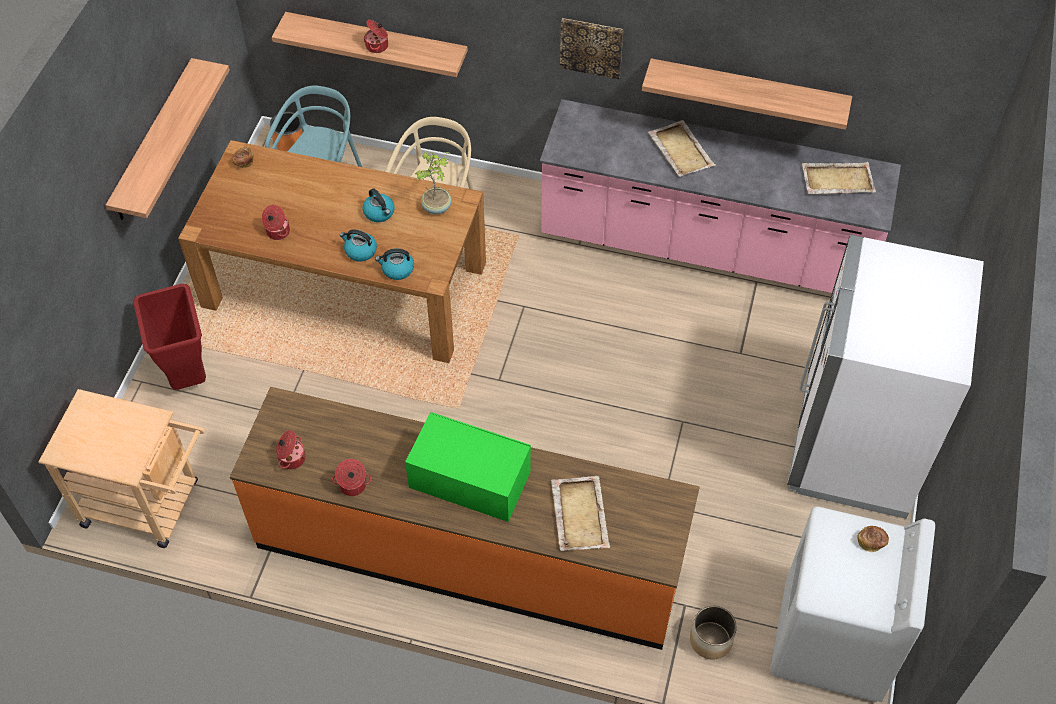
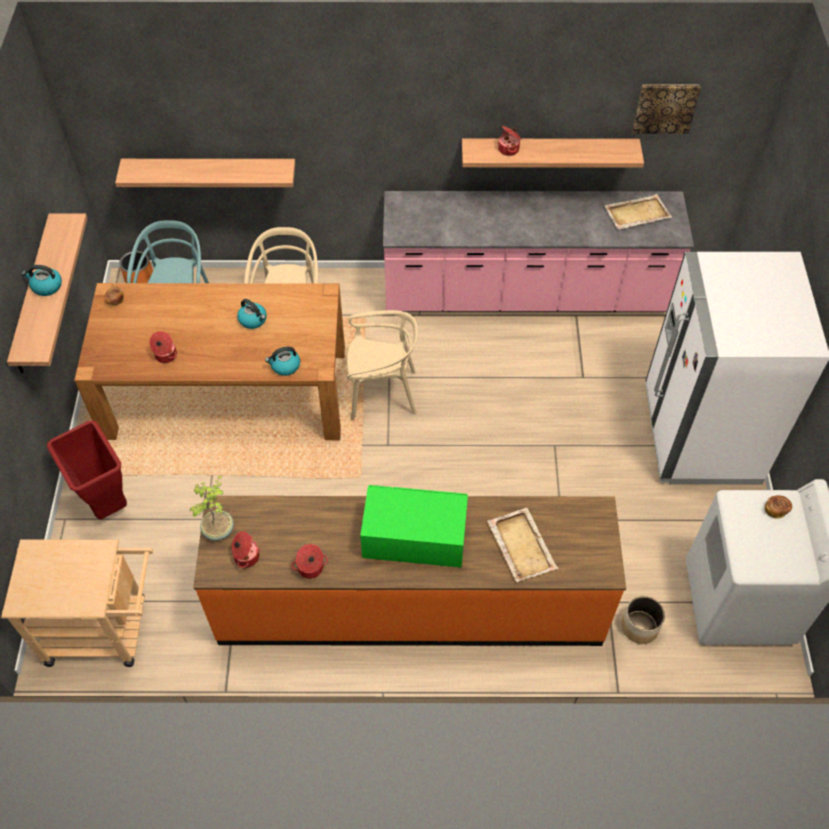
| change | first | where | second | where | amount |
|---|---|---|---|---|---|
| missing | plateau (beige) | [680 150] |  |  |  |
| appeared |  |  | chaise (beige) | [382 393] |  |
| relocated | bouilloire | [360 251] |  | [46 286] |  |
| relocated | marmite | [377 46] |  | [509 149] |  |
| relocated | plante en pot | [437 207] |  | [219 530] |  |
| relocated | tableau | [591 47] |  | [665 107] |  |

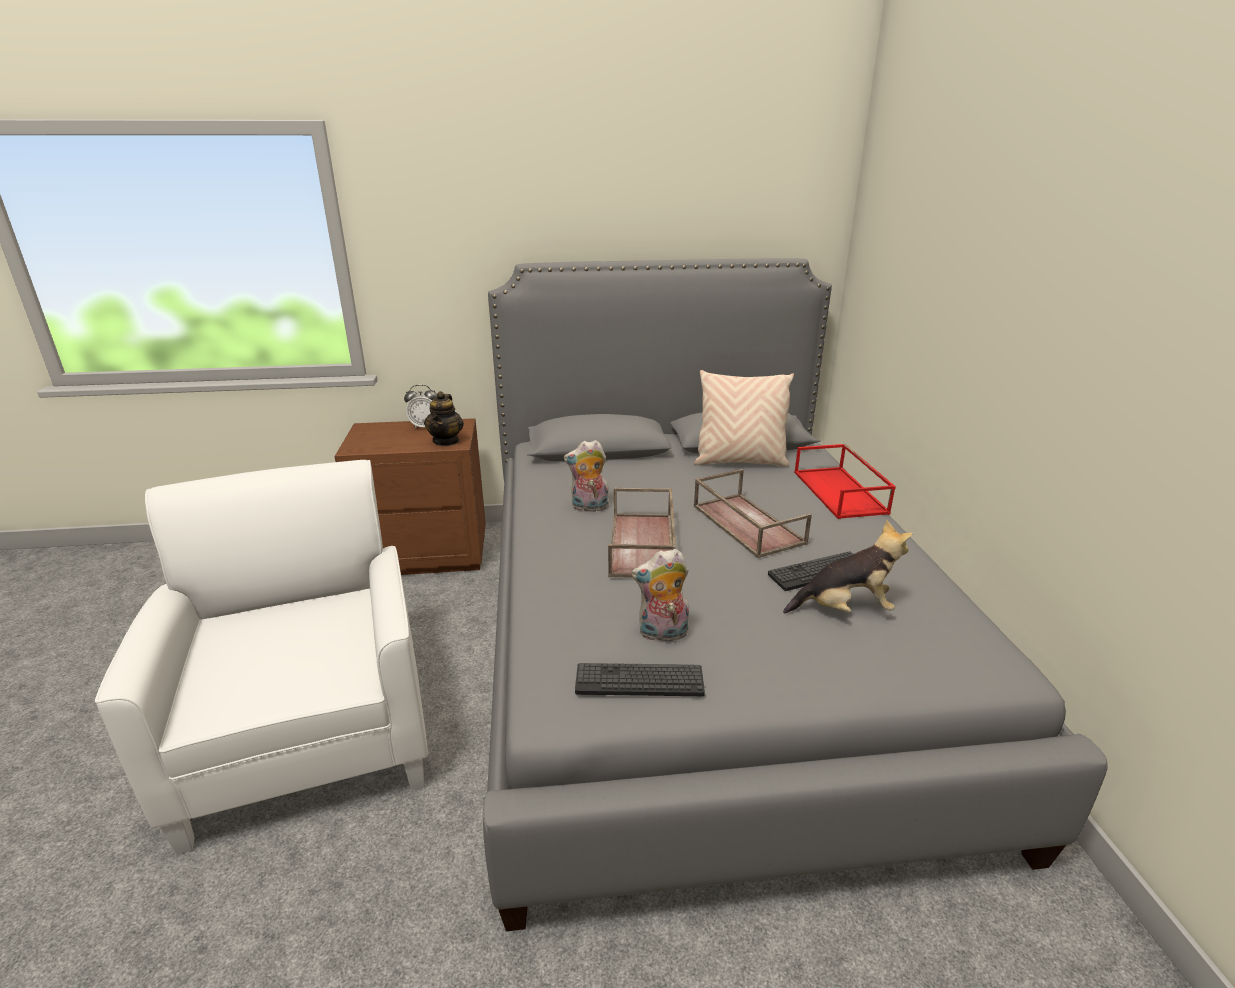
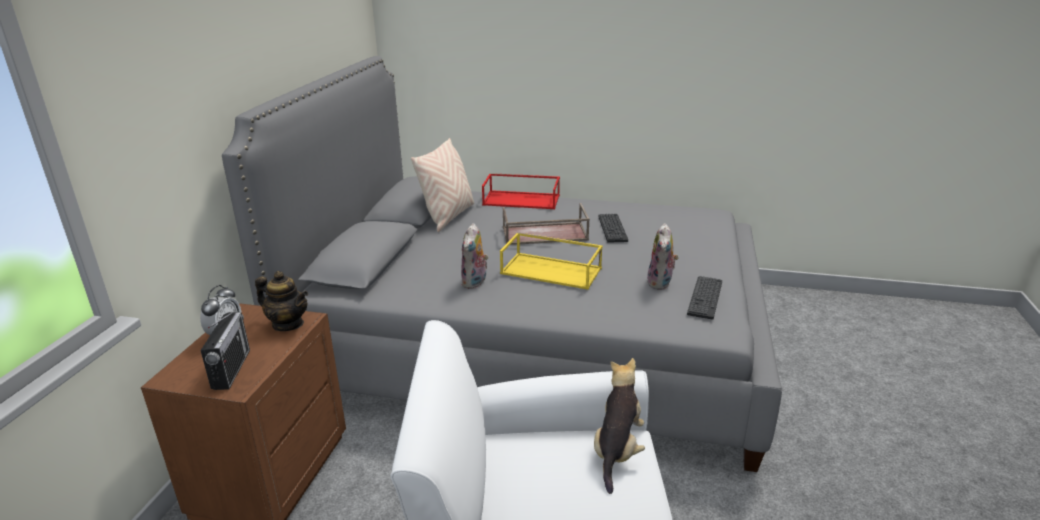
| change | first | where | second | where | amount |
|---|---|---|---|---|---|
| appeared |  |  | radio | [231 369] |  |
| relocated | peluche | [845 609] |  | [617 450] |  |
| colour | plateau (marron) | [643 545] | plateau (jaune) | [552 270] |  |

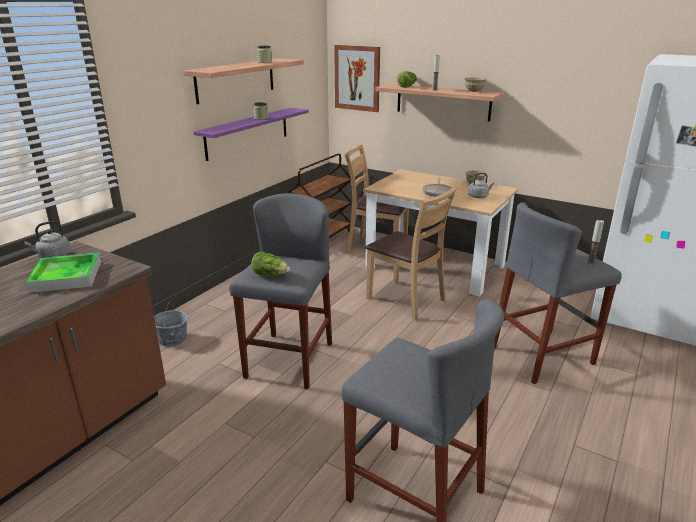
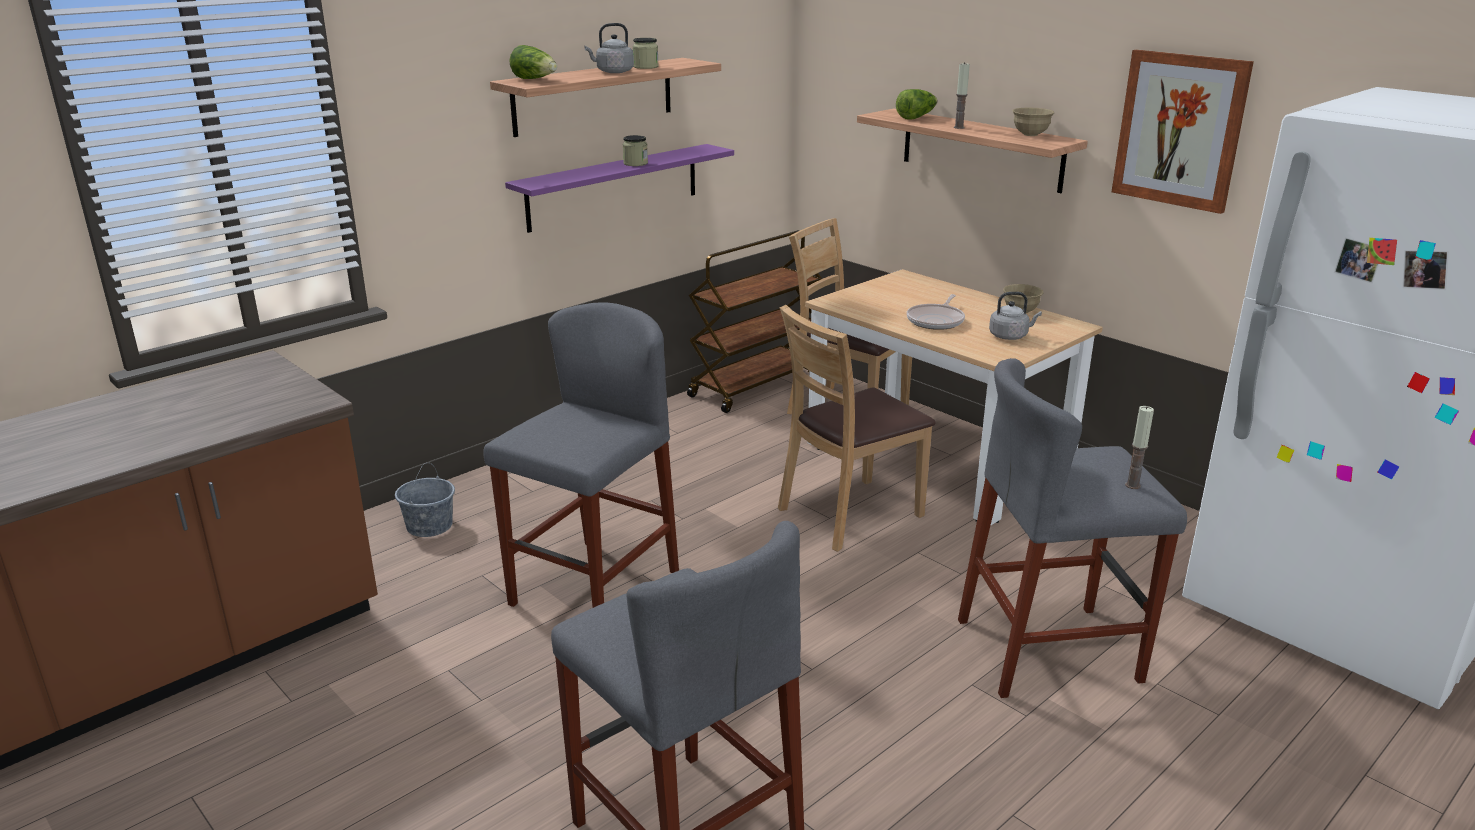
| change | first | where | second | where | amount |
|---|---|---|---|---|---|
| missing | plateau | [66 276] |  |  |  |
| relocated | bouilloire (gris) | [53 257] |  | [613 72] |  |
| relocated | laitue | [270 274] |  | [535 79] |  |
| relocated | tableau | [357 78] |  | [1180 130] |  |
| spun | chaise (marron) | [406 300] |  | [849 513] | 90 degrees clockwise |

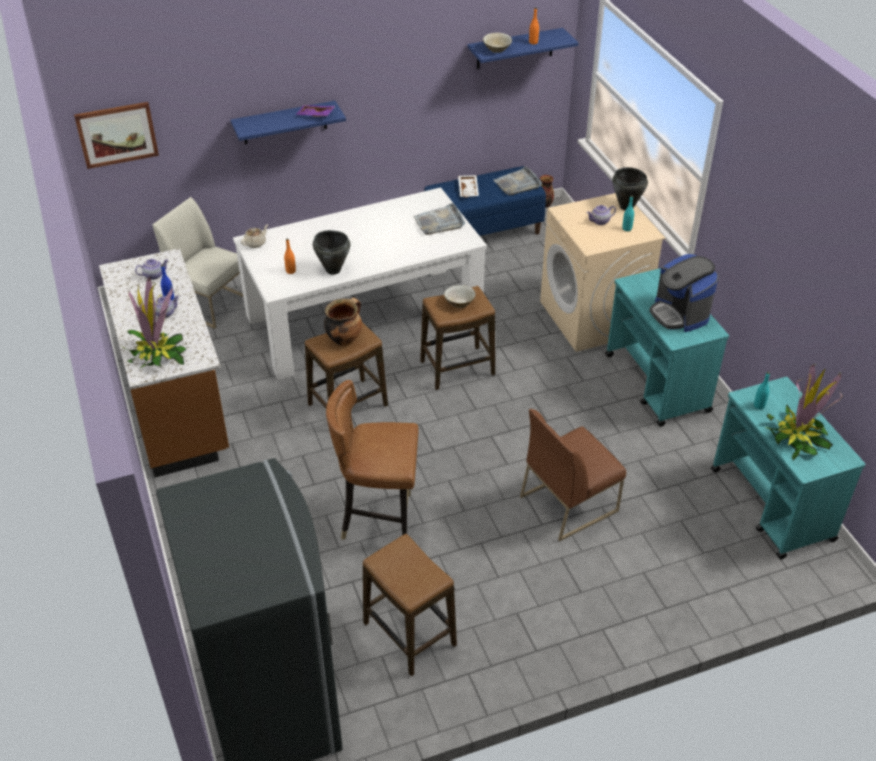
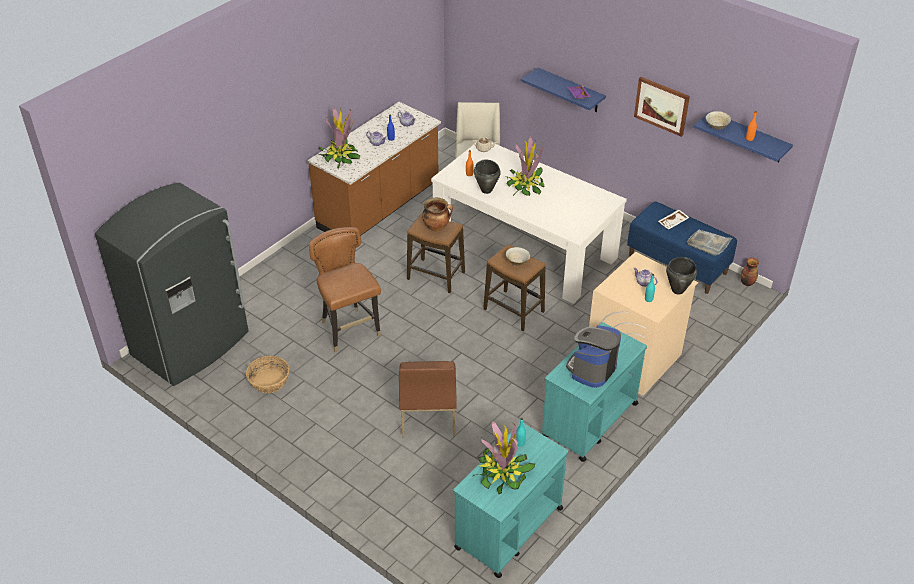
| change | first | where | second | where | amount |
|---|---|---|---|---|---|
| missing | plateau (gris) | [439 222] |  |  |  |
| appeared |  |  | plante en pot | [525 185] |  |
| relocated | tableau | [117 134] |  | [662 106] |  |
| exchanged | tabouret | [410 634] | panier | [269 381] |  |
| spun | chaise (marron) | [569 503] |  | [427 414] | 120 degrees counterclockwise |

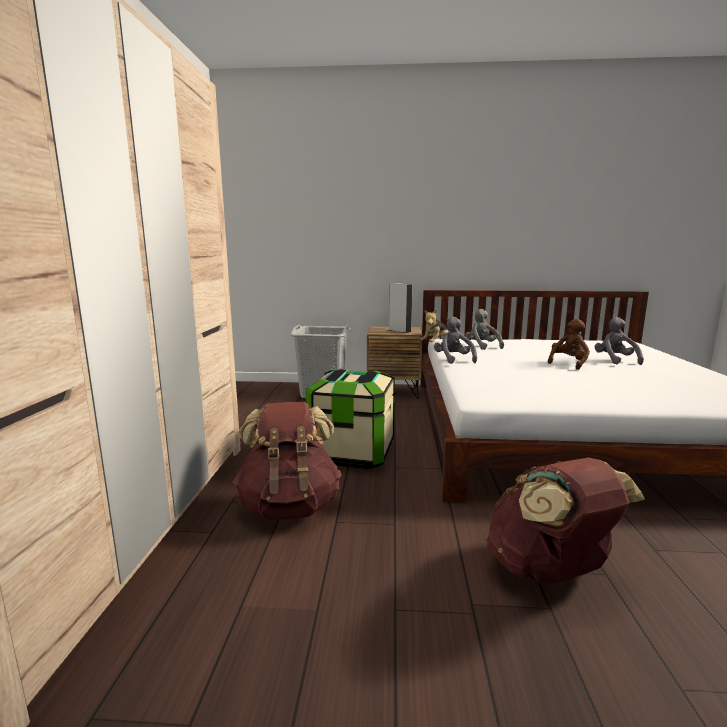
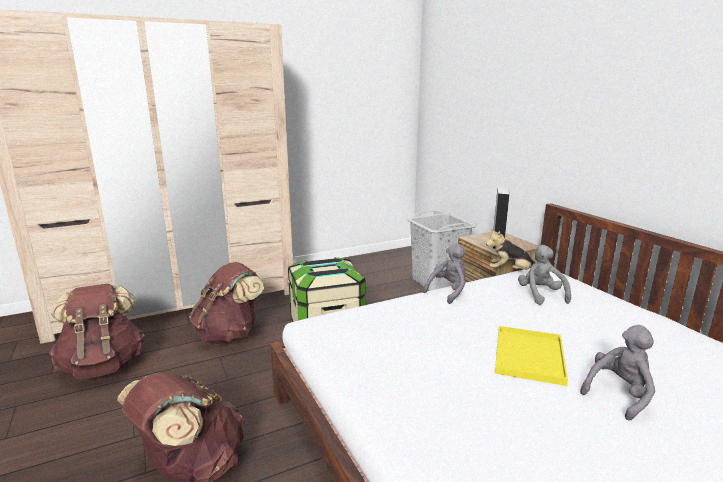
| change | first | where | second | where | amount |
|---|---|---|---|---|---|
| appeared |  |  | sac à dos (marron) | [104 365] |  |
| exchanged | peluche (marron) | [568 363] | plateau (jaune) | [530 357] |  |
| spun | peluche (gris) | [481 347] |  | [541 295] | 45 degrees counterclockwise |

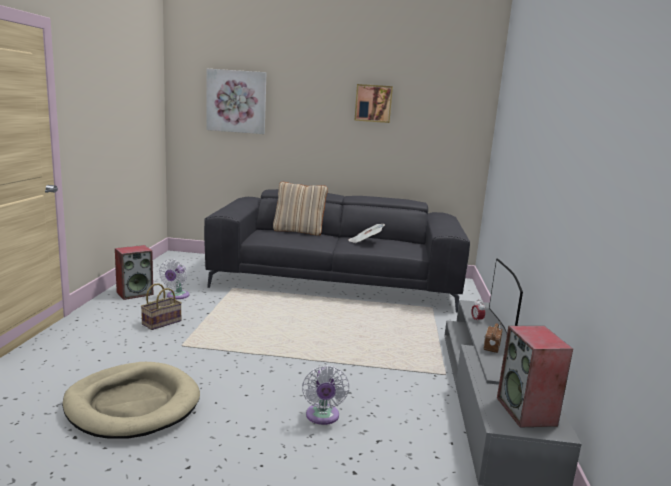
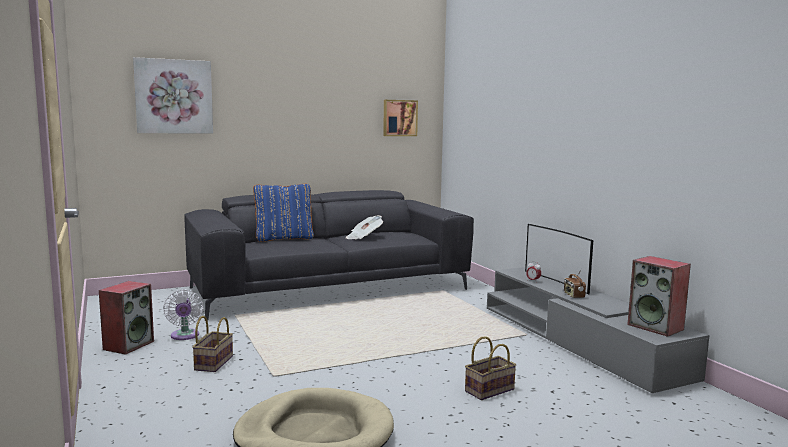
| change | first | where | second | where | amount |
|---|---|---|---|---|---|
| relocated | tableau | [373 103] |  | [399 118] |  |
| exchanged | ventilateur (blanc) | [322 417] | panier | [489 390] |  |
| colour | coussin (beige) | [299 231] | coussin (bleu) | [284 239] |  |

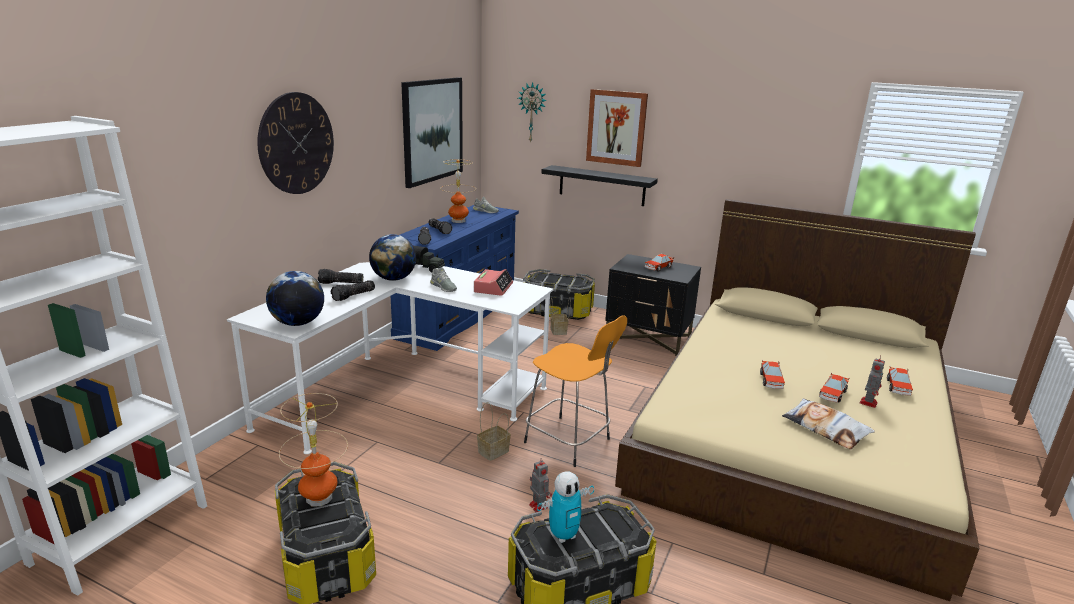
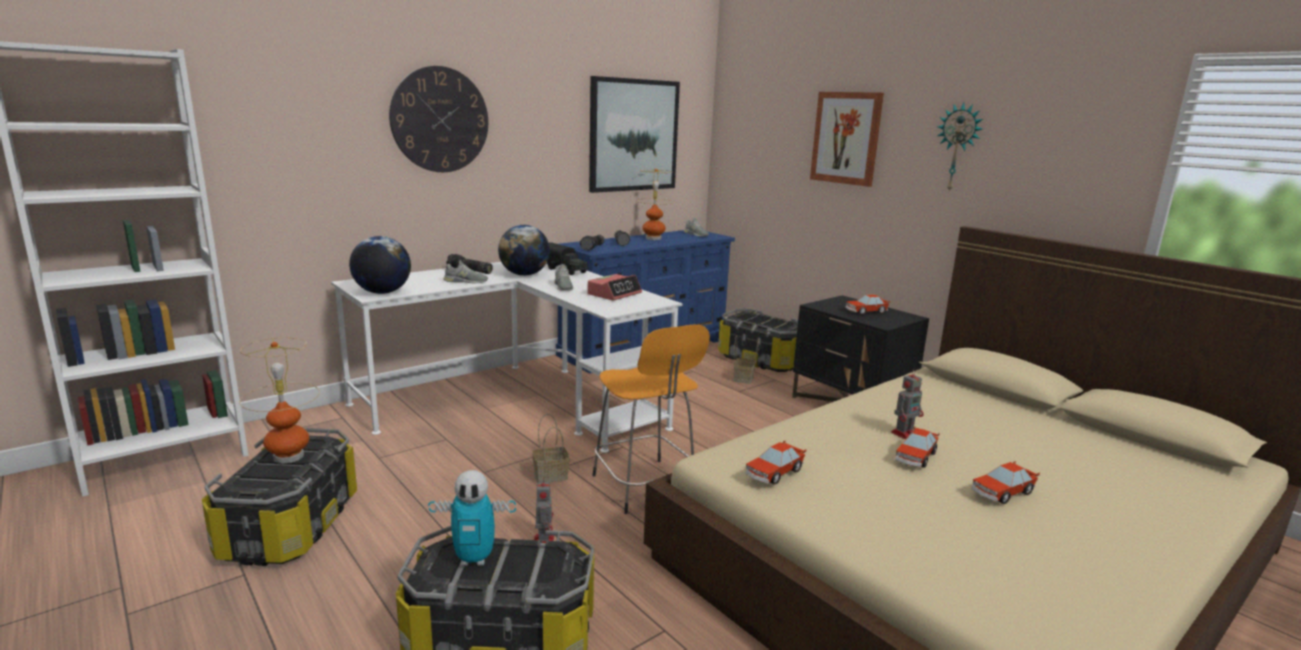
| change | first | where | second | where | amount |
|---|---|---|---|---|---|
| missing | étagère (noir) | [602 185] |  |  |  |
| missing | coussin | [825 428] |  |  |  |
| relocated | horloge murale | [532 112] |  | [958 148] |  |
| relocated | robot jouet | [868 402] |  | [904 434] |  |
| relocated | petite voiture | [898 387] |  | [774 473] |  |
| exchanged | lampe de poche | [354 296] | chaussure (gris) | [465 281] |  |

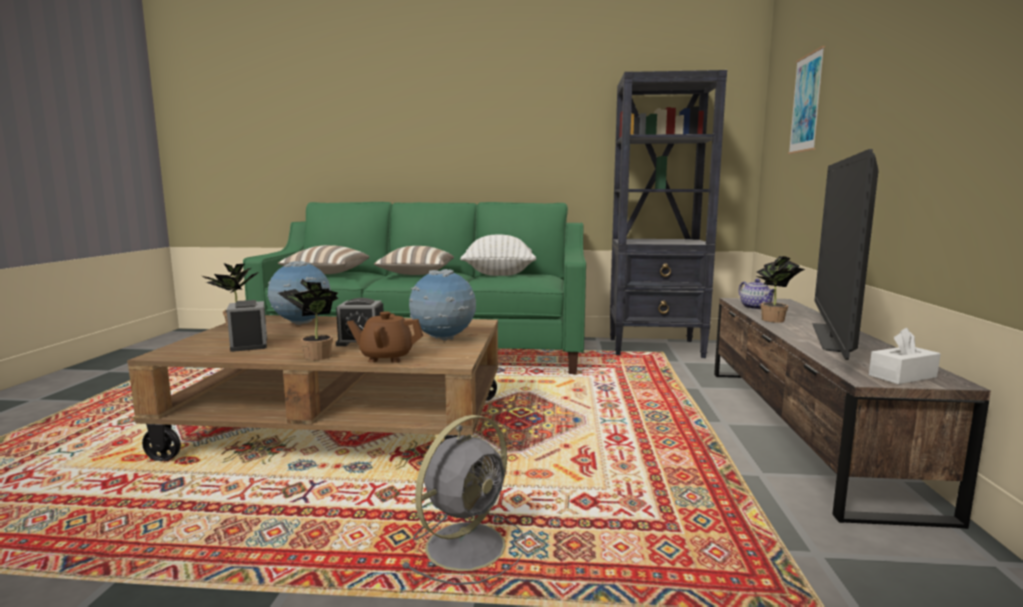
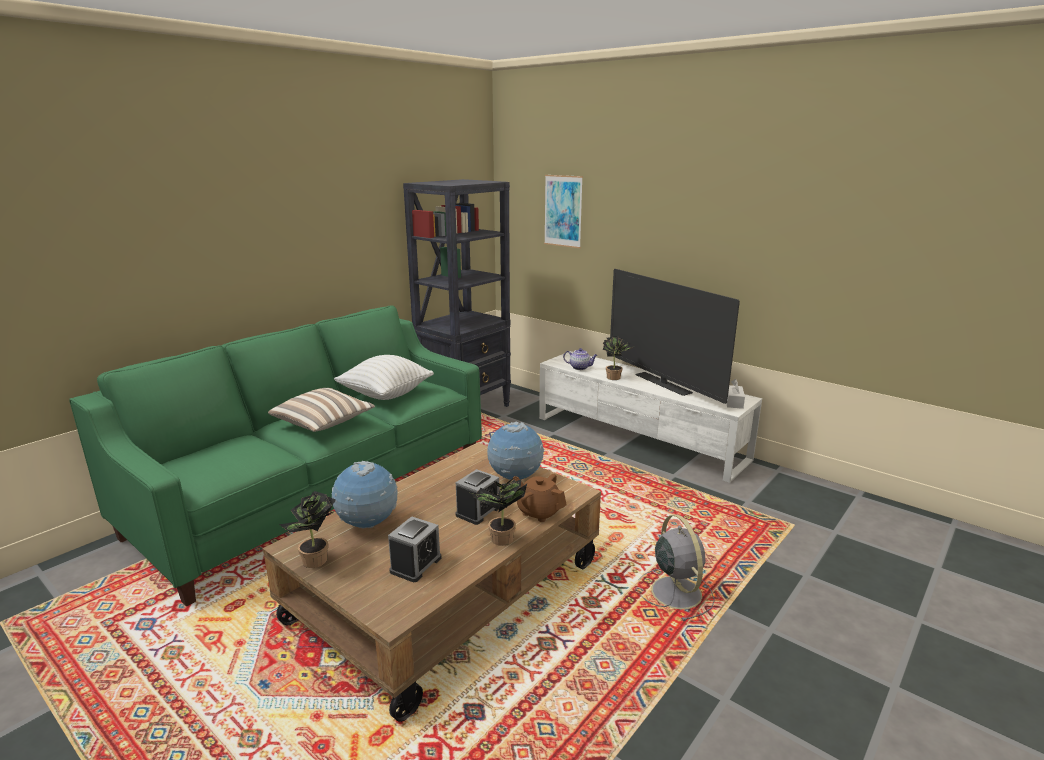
| change | first | where | second | where | amount |
|---|---|---|---|---|---|
| missing | coussin | [326 274] |  |  |  |
| colour | meuble télé (marron) | [803 429] | meuble télé (blanc) | [639 438] |  |
| spun | réveil | [249 344] |  | [416 565] | 105 degrees clockwise |
| spun | théière (marron) | [386 357] |  | [539 512] | 90 degrees clockwise |

